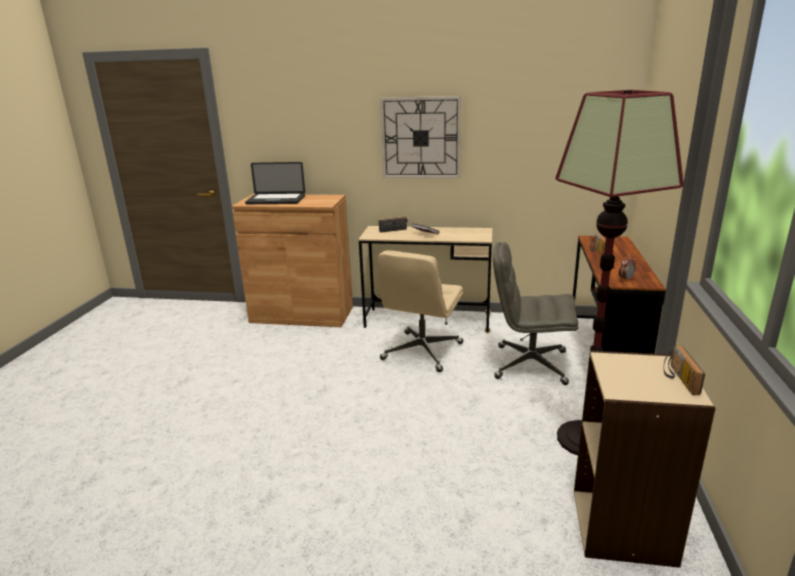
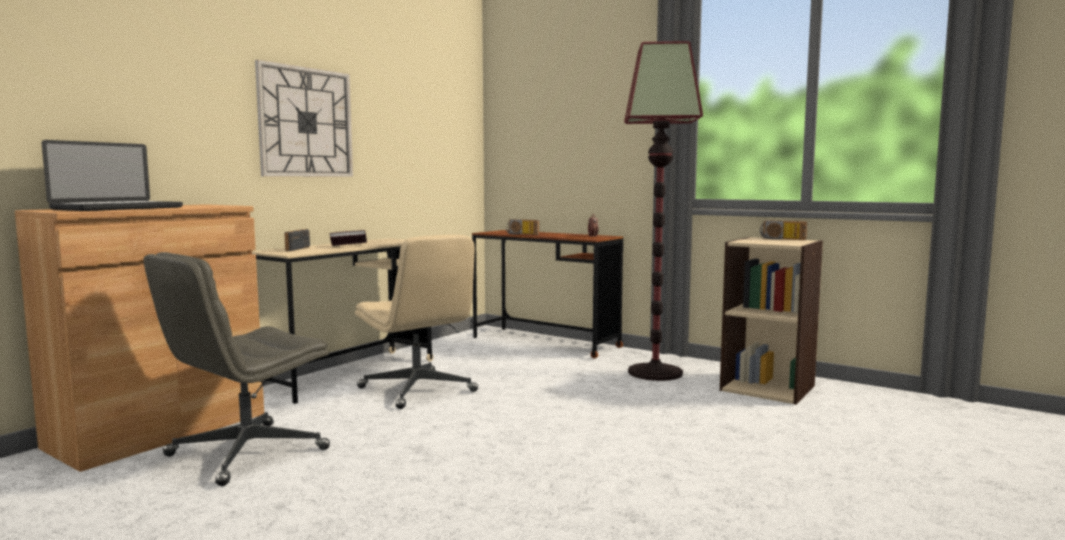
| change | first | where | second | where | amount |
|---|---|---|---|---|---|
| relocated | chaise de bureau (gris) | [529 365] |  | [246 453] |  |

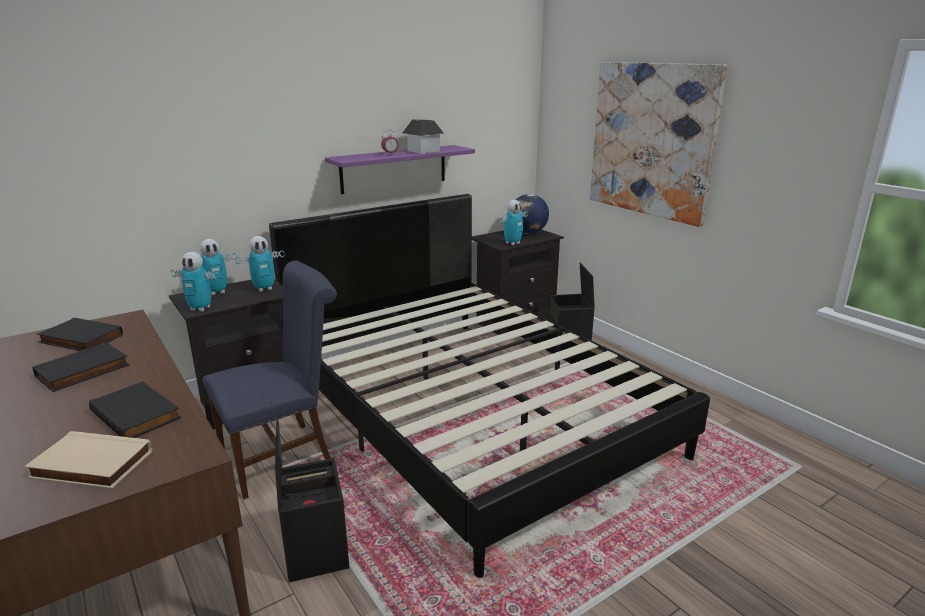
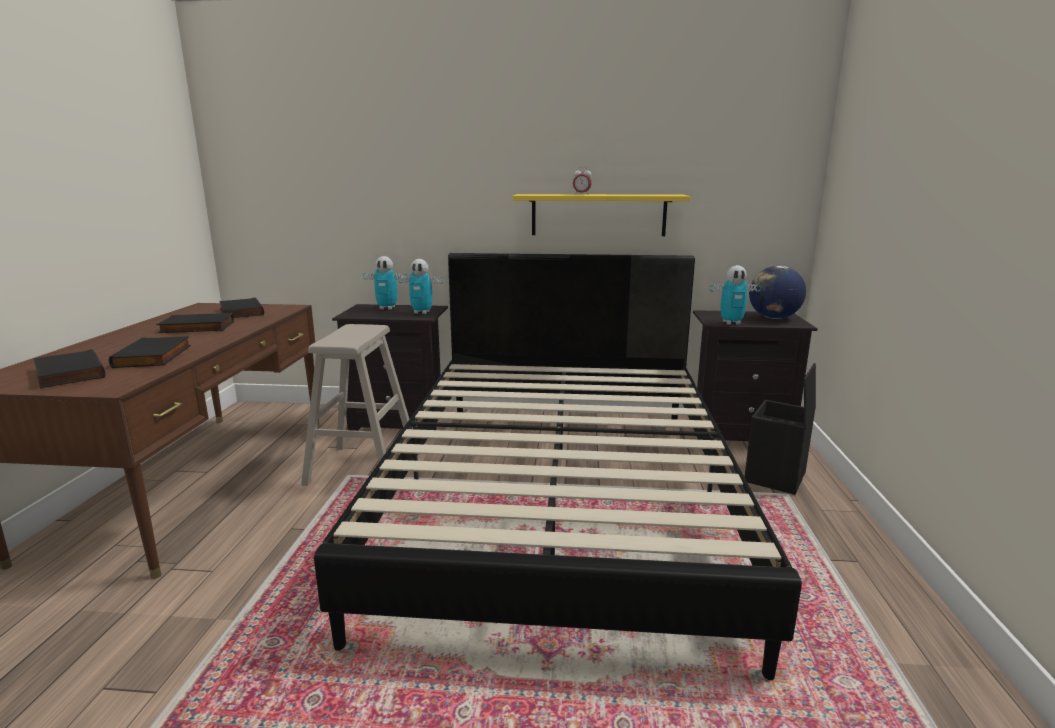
| change | first | where | second | where | amount |
|---|---|---|---|---|---|
| missing | robot jouet | [200 308] |  |  |  |
| missing | boîte de rangement (noir) | [314 550] |  |  |  |
| missing | maison miniature | [423 151] |  |  |  |
| missing | tableau | [652 140] |  |  |  |
| exchanged | chaise (bleu) | [283 455] | tabouret (beige) | [363 467] |  |
| colour | livre (beige) | [90 466] | livre (noir) | [67 373] |  |
| colour | étagère (violet) | [394 169] | étagère (jaune) | [598 215] |  |

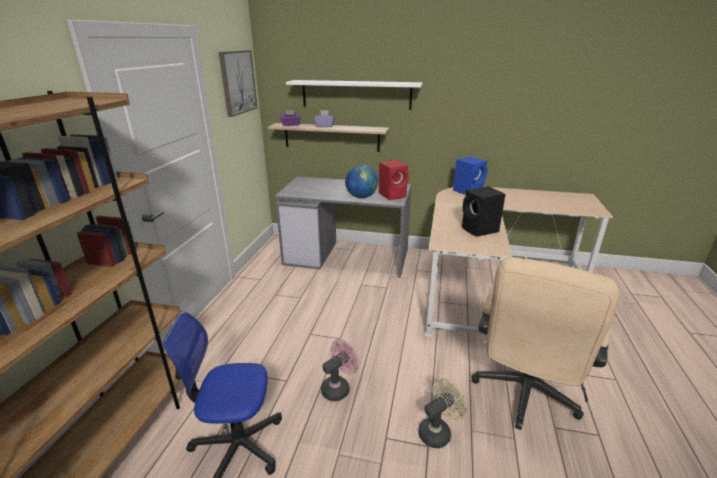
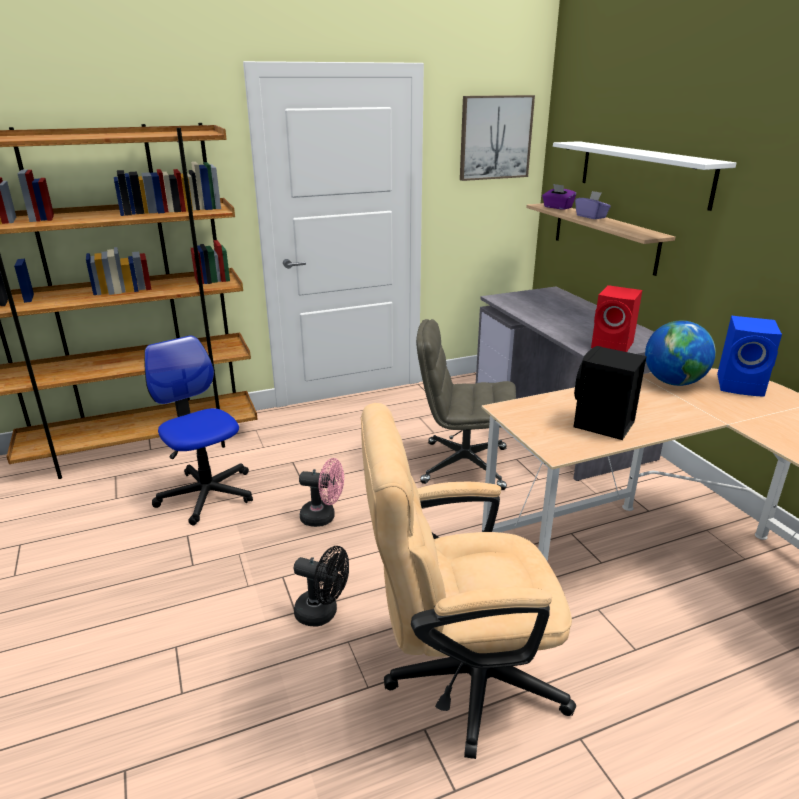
| change | first | where | second | where | amount |
|---|---|---|---|---|---|
| appeared |  |  | chaise de bureau (gris) | [463 465] |  |
| relocated | globe | [361 197] |  | [673 382] |  |
| colour | ventilateur (beige) | [438 431] | ventilateur (noir) | [323 613] |  |

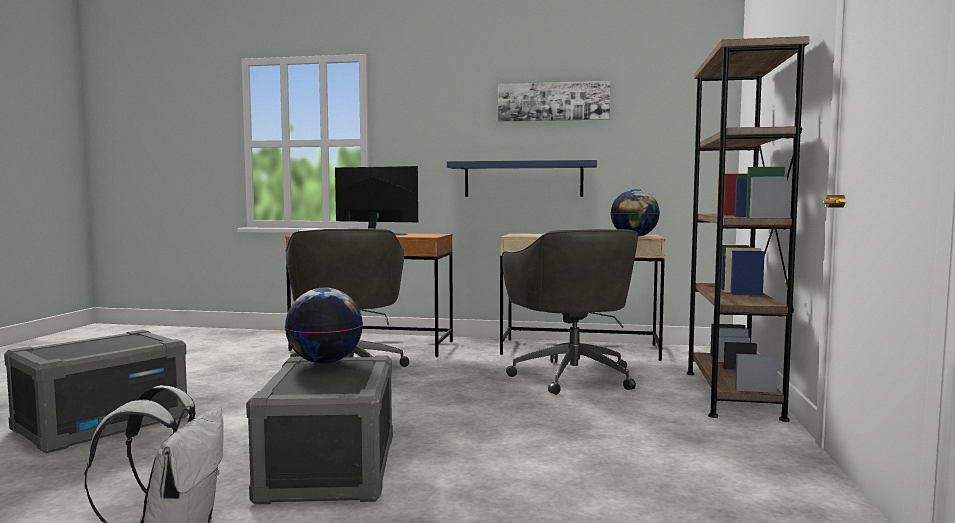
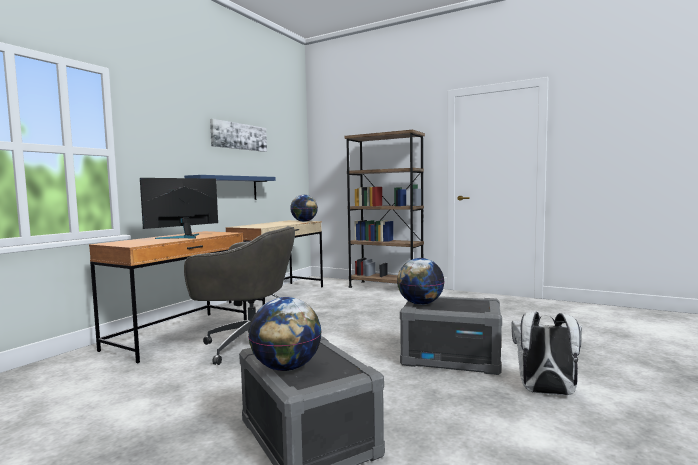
| change | first | where | second | where | amount |
|---|---|---|---|---|---|
| missing | chaise de bureau (gris) | [572 376] |  |  |  |
| appeared |  |  | globe | [286 368] |  |

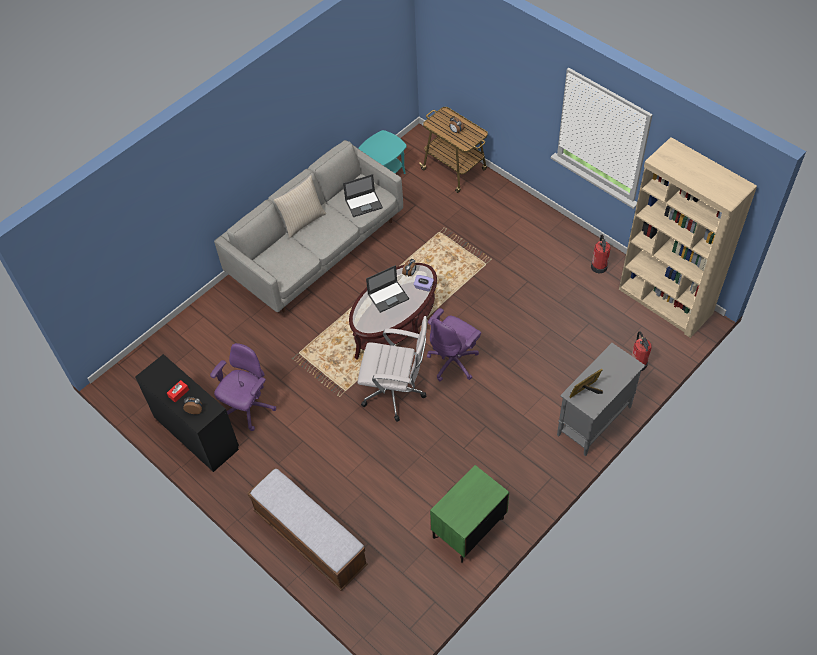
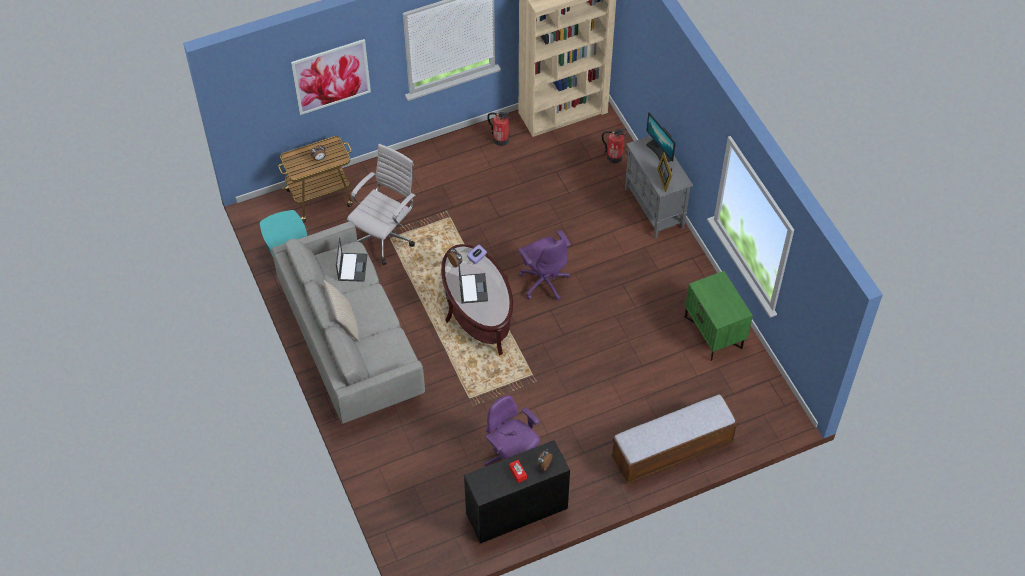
| change | first | where | second | where | amount |
|---|---|---|---|---|---|
| appeared |  |  | tableau | [331 76] |  |
| appeared |  |  | écran d'ordinateur | [659 151] |  |
| relocated | chaise de bureau (blanc) | [396 393] |  | [386 237] |  |

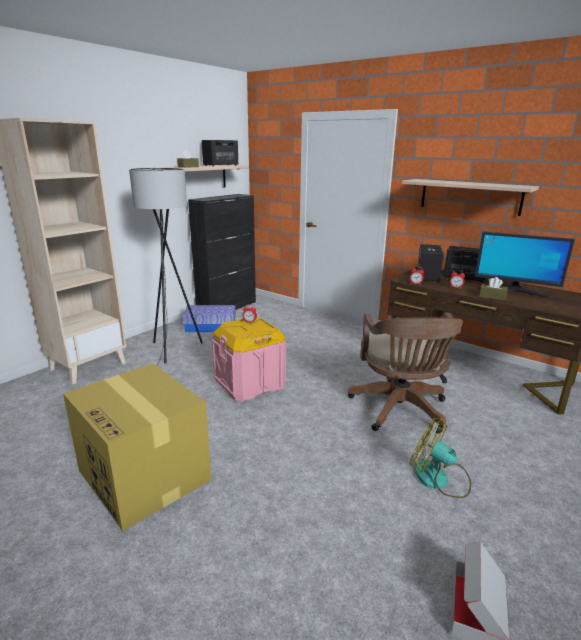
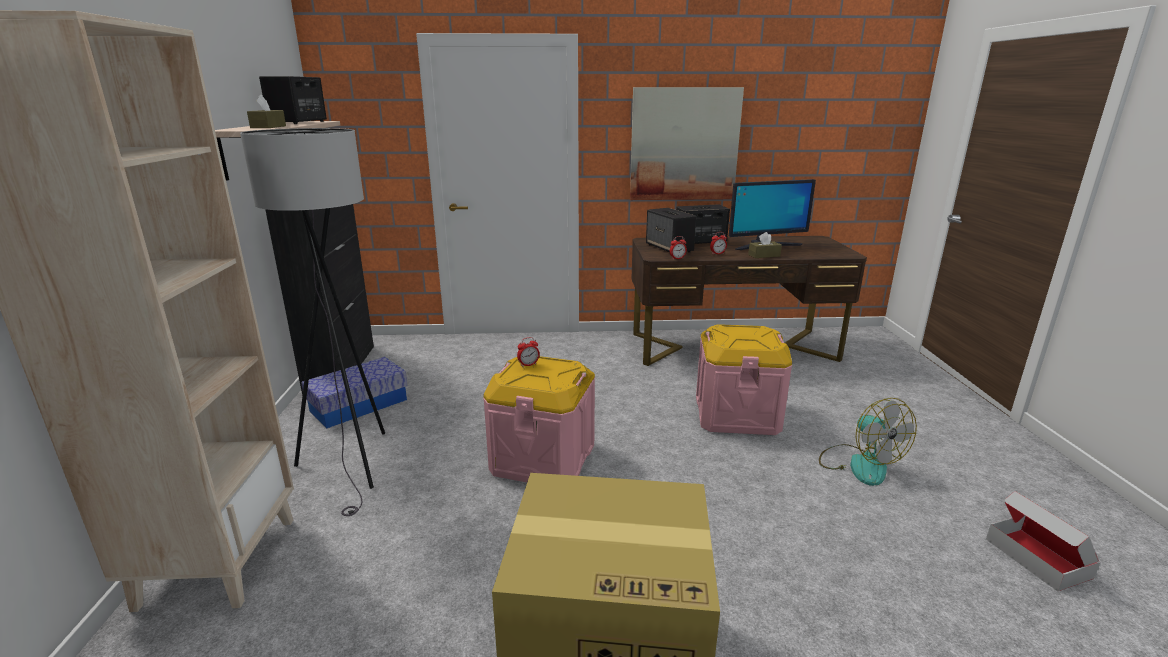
| change | first | where | second | where | amount |
|---|---|---|---|---|---|
| exchanged | chaise de bureau (marron) | [400 411] | boîte de rangement (rose) | [736 414] |  |
| exchanged | étagère | [470 196] | tableau | [684 144] |  |
| spun | ventilateur | [439 479] |  | [859 464] | 105 degrees counterclockwise |

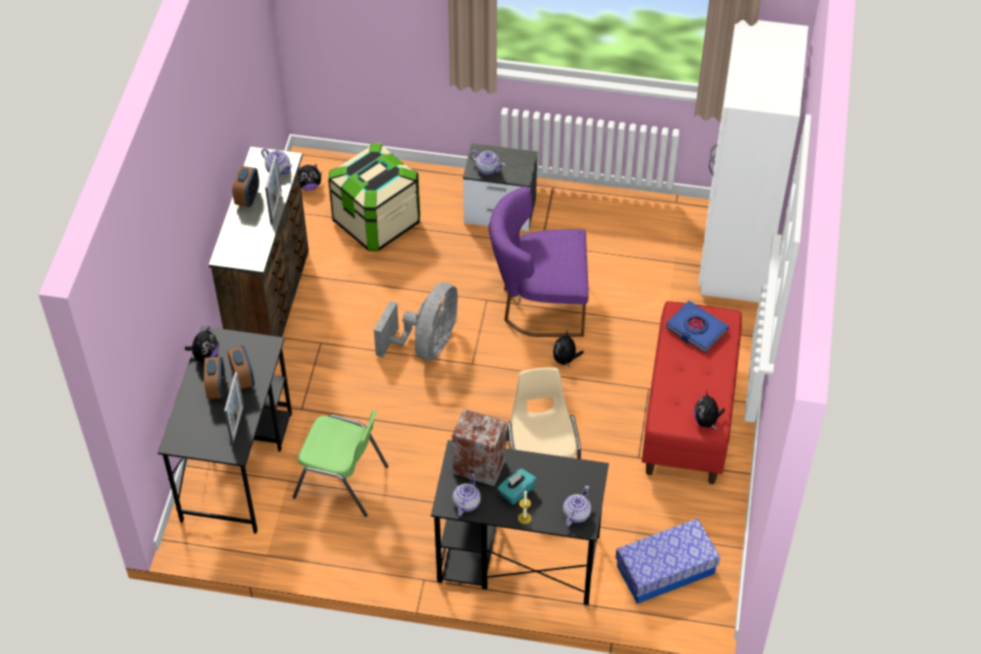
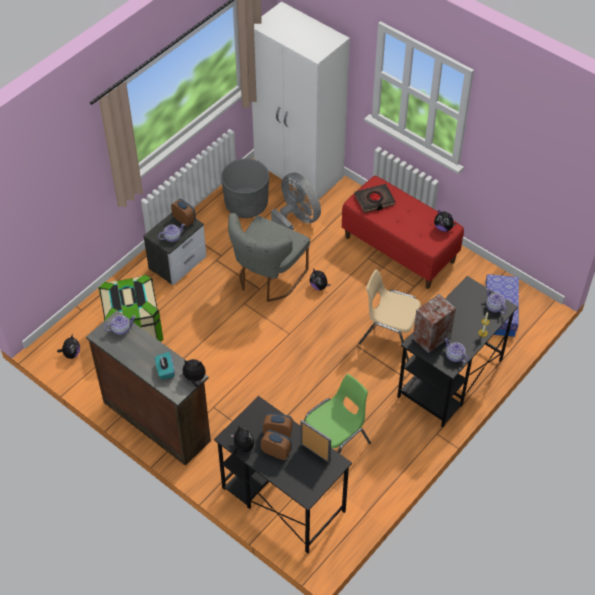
| change | first | where | second | where | amount |
|---|---|---|---|---|---|
| missing | cadre photo | [276 207] |  |  |  |
| appeared |  |  | peluche | [194 379] |  |
| appeared |  |  | cache-pot (gris) | [246 204] |  |
| relocated | réveil | [248 198] |  | [184 220] |  |
| relocated | ventilateur (gris) | [426 345] |  | [296 220] |  |
| relocated | boîte à mouchoirs (turquoise) | [516 492] |  | [165 370] |  |
| colour | chaise (violet) | [538 305] | chaise (gris) | [267 279] |  |
| colour | livre (bleu) | [696 329] | livre (noir) | [374 200] |  |

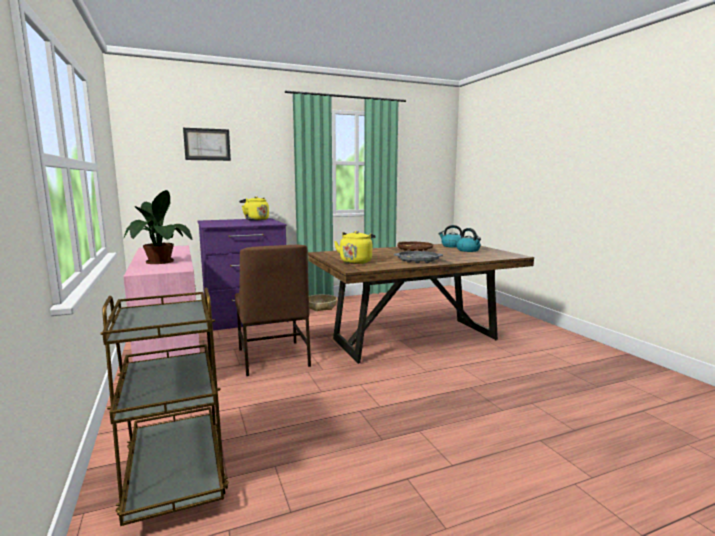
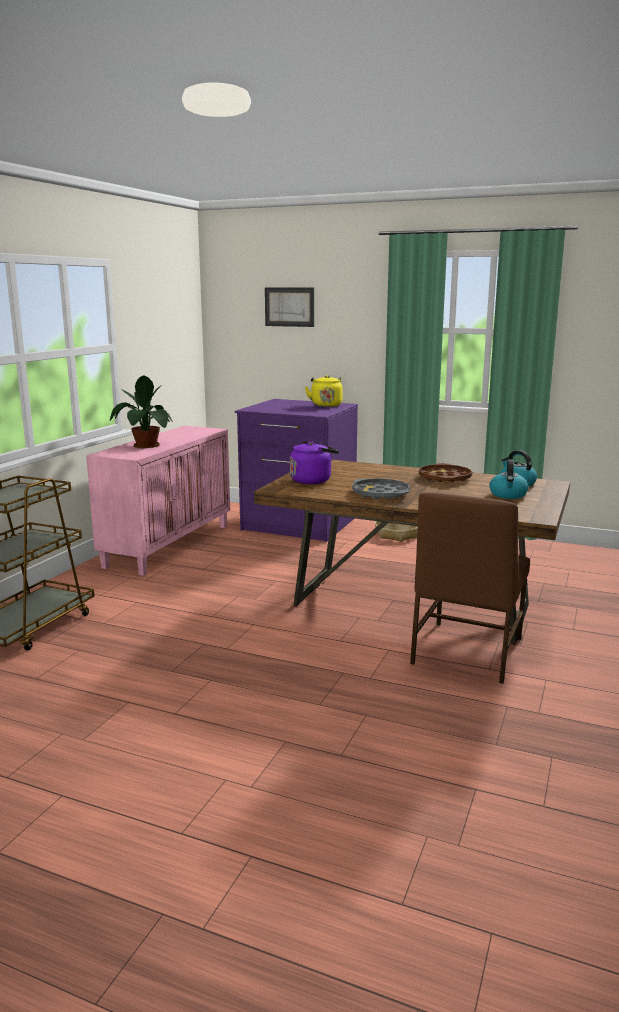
| change | first | where | second | where | amount |
|---|---|---|---|---|---|
| relocated | chaise (marron) | [273 358] |  | [465 652] |  |
| colour | bouilloire (jaune) | [356 261] | bouilloire (violet) | [313 480] |  |

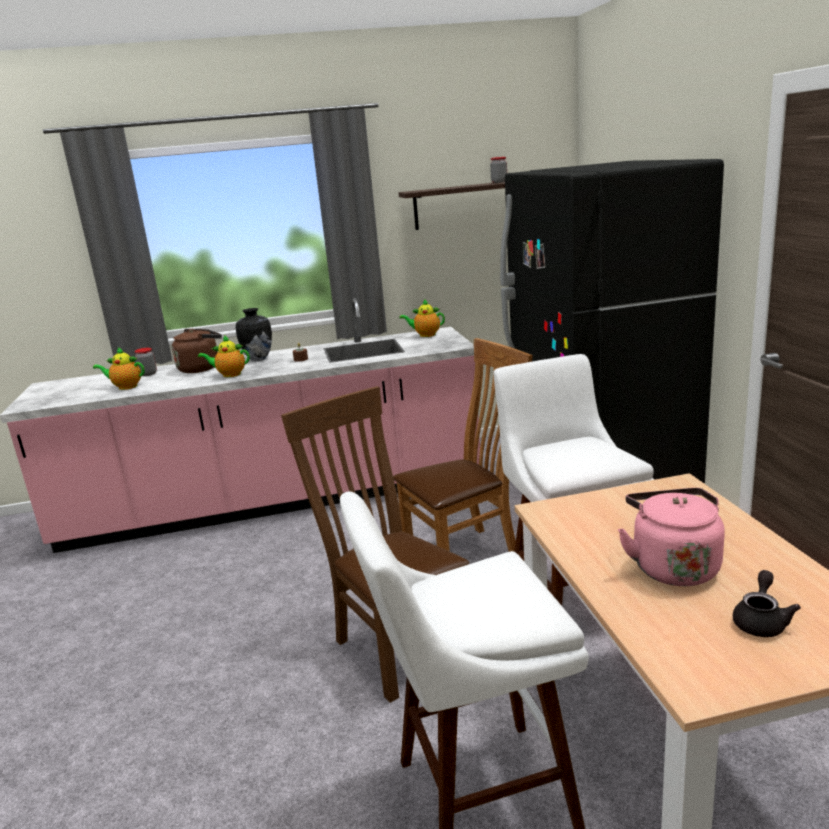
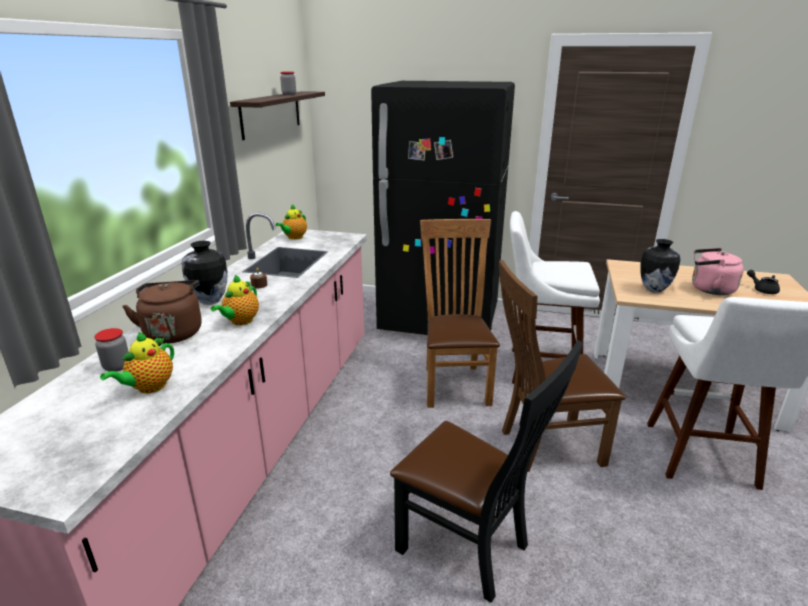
| change | first | where | second | where | amount |
|---|---|---|---|---|---|
| appeared |  |  | chaise (noir) | [470 549] |  |
| appeared |  |  | vase | [653 289] |  |

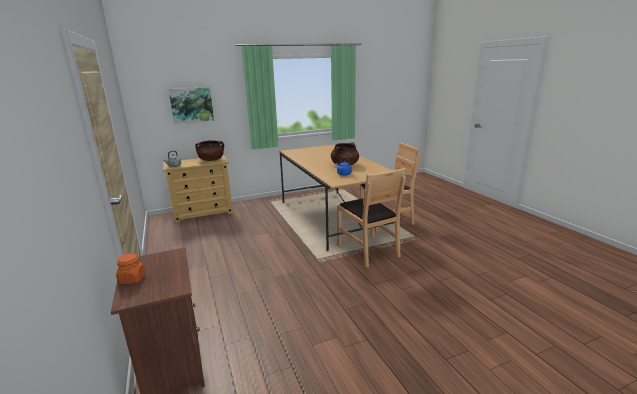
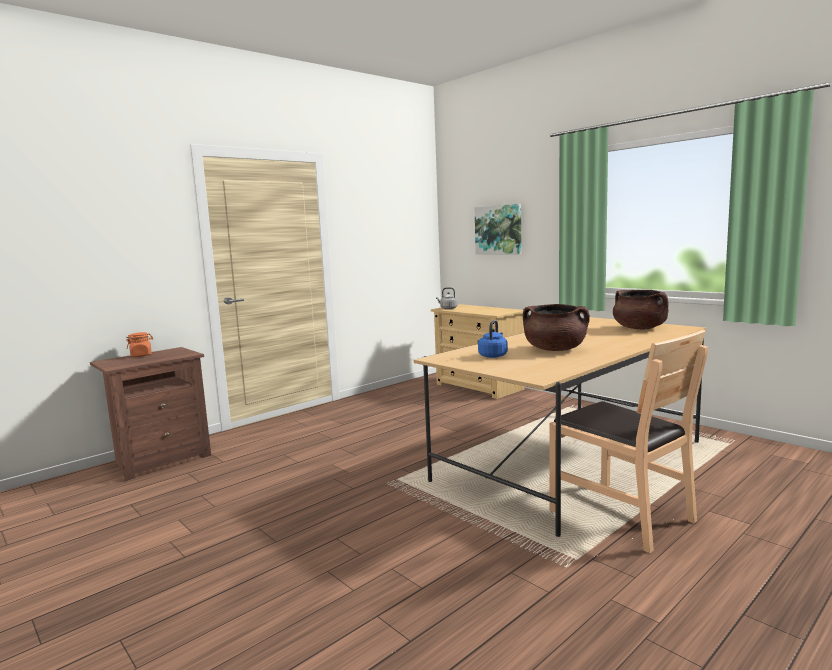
| change | first | where | second | where | amount |
|---|---|---|---|---|---|
| missing | chaise (marron) | [368 250] |  |  |  |
| relocated | marmite (marron) | [211 160] |  | [640 328] |  |

